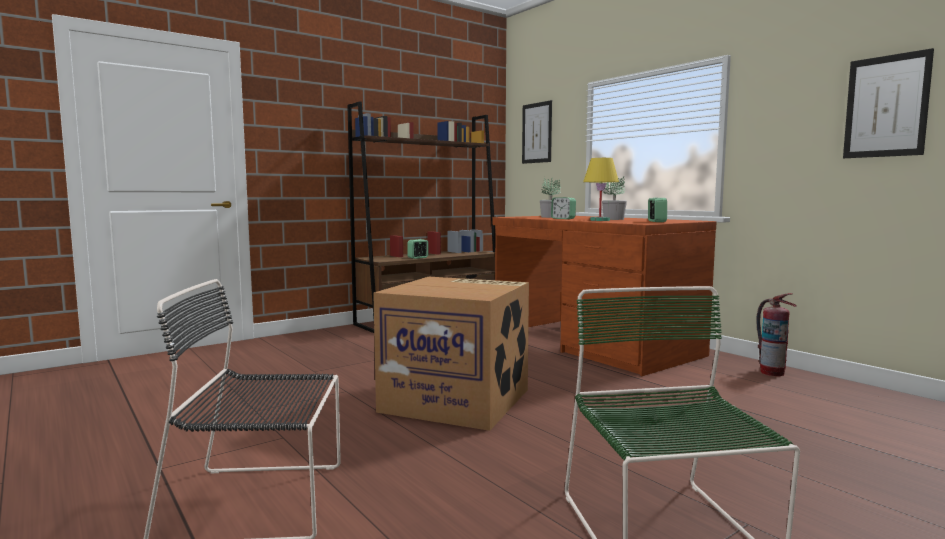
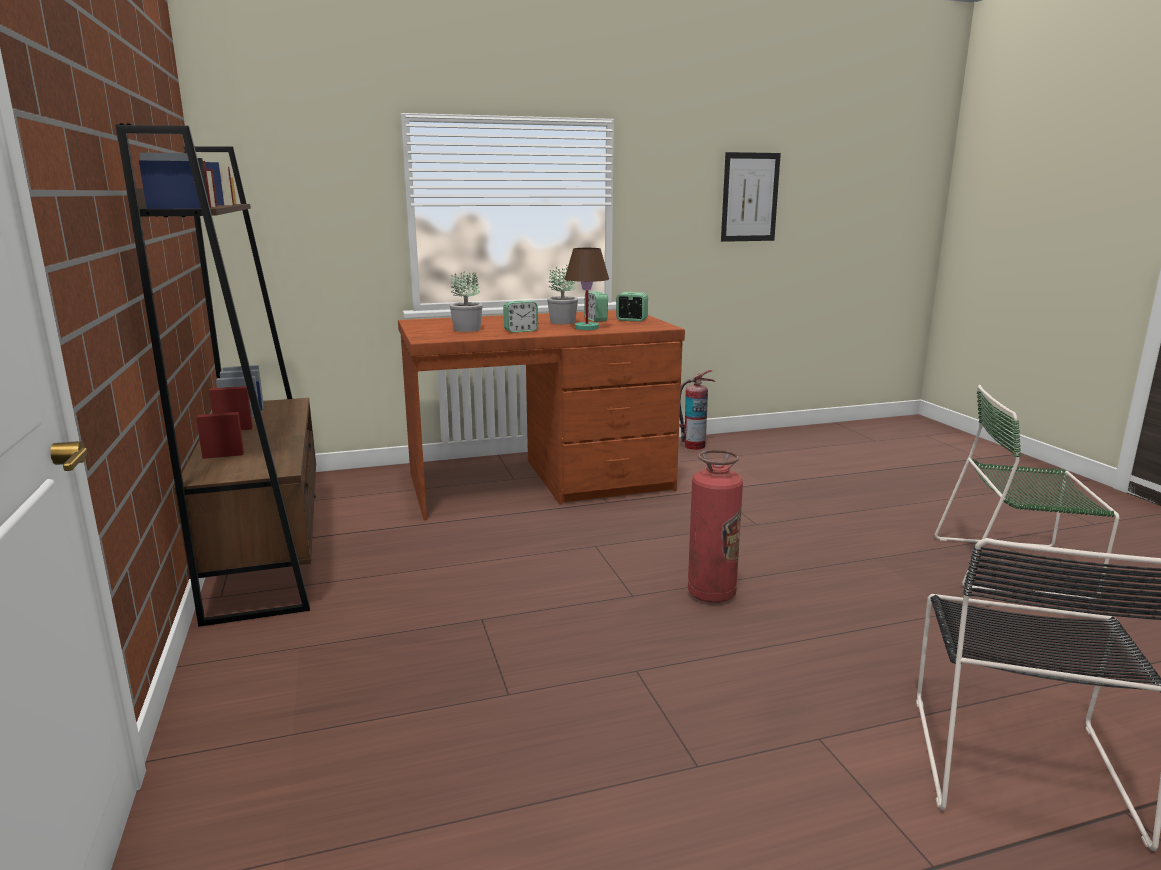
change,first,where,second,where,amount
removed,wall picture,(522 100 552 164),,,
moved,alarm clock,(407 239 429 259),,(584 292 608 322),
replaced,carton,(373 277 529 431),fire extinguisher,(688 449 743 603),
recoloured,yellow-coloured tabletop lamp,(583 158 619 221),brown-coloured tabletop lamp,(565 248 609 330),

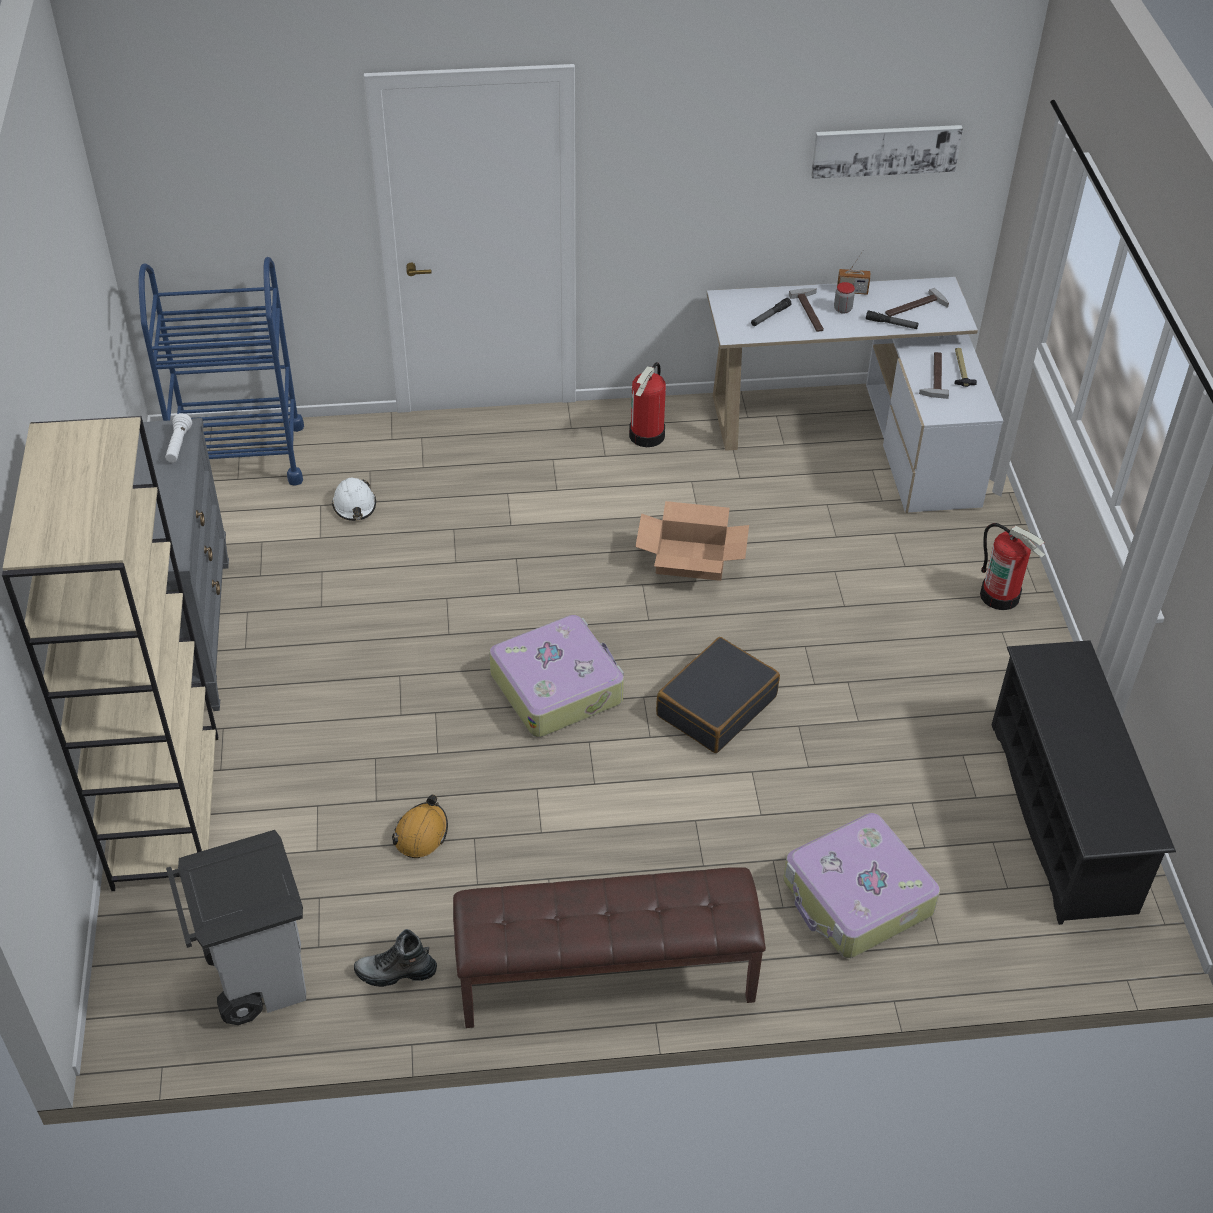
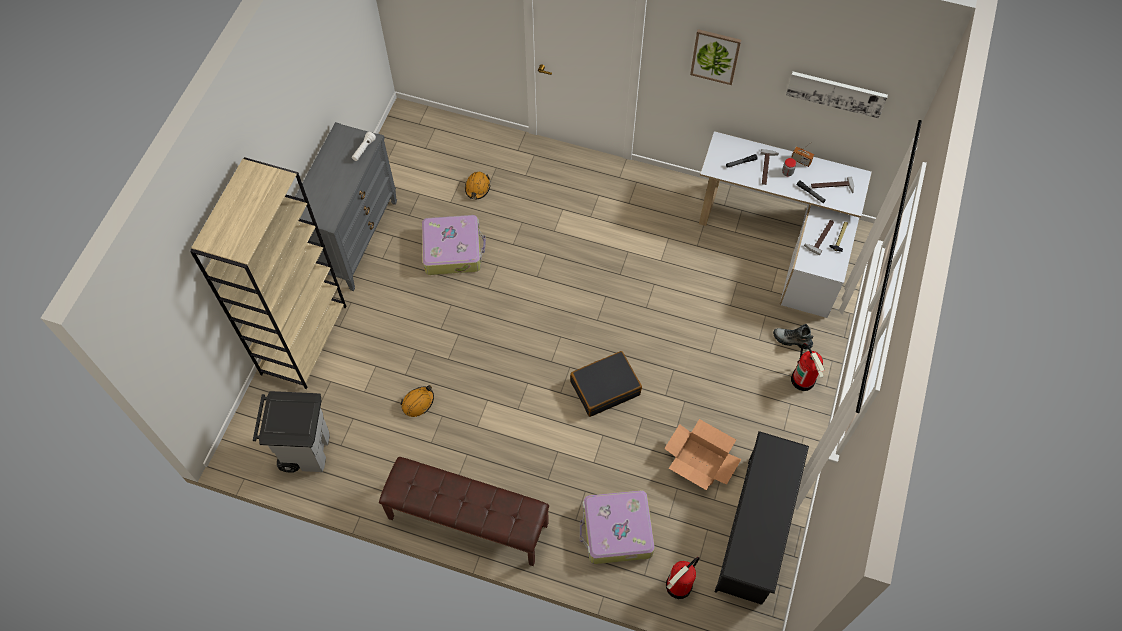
change,first,where,second,where,amount
removed,blue trolley,(139 257 304 486),,,
added,,,wall picture,(690 29 741 85),
moved,boot,(354 929 437 987),,(773 324 814 349),
moved,travel case,(489 615 624 737),,(422 215 486 275),
moved,fire extinguisher,(629 362 666 447),,(666 557 699 599),
moved,carton,(635 501 749 581),,(664 419 741 490),
recoloured,white work helmet,(332 478 376 521),orange-coloured work helmet,(465 172 490 199),

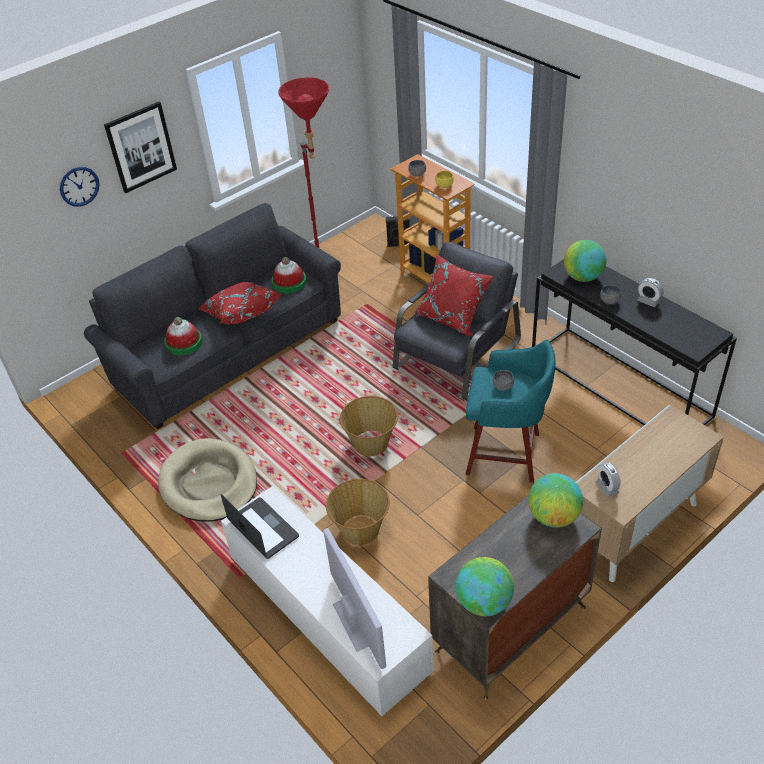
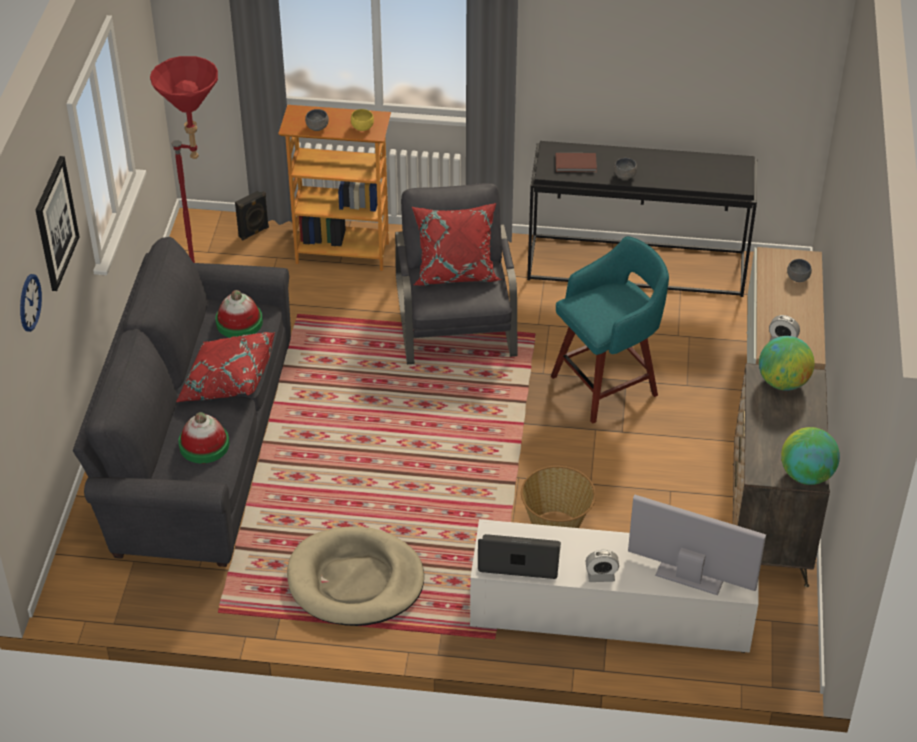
change,first,where,second,where,amount
removed,storage basket,(340 396 398 457),,,
moved,grey bowl,(493 370 514 391),,(787 259 812 282),
moved,alarm clock,(637 278 664 307),,(586 550 619 582),
replaced,world globe,(564 240 606 282),brown-coloured book,(556 153 597 172),

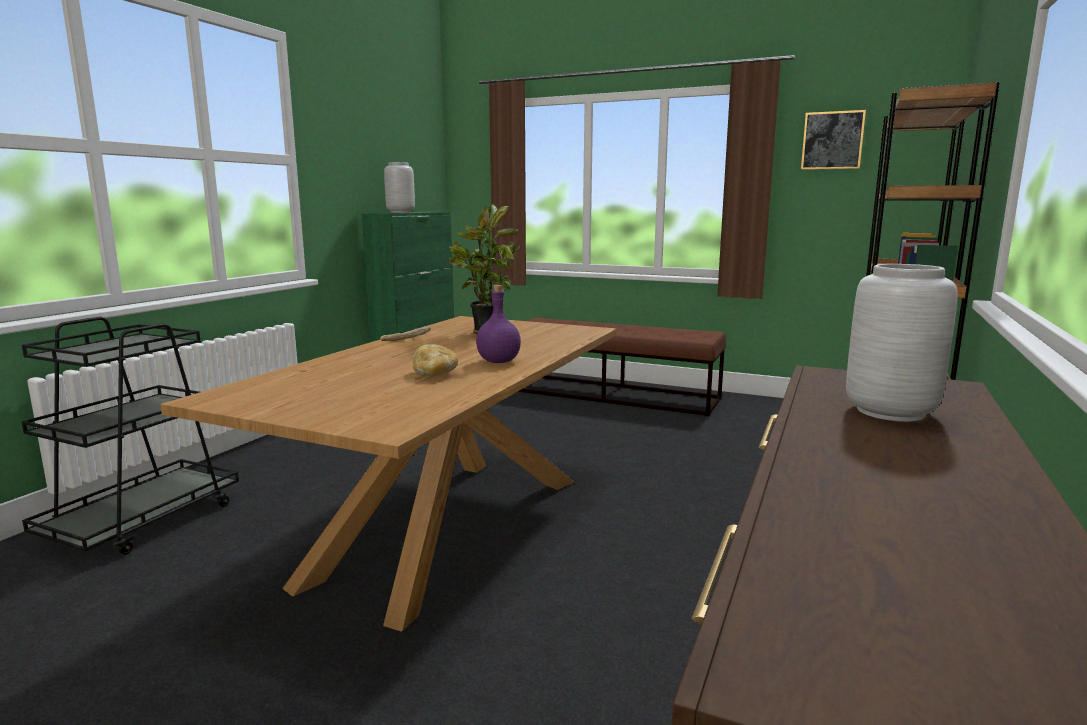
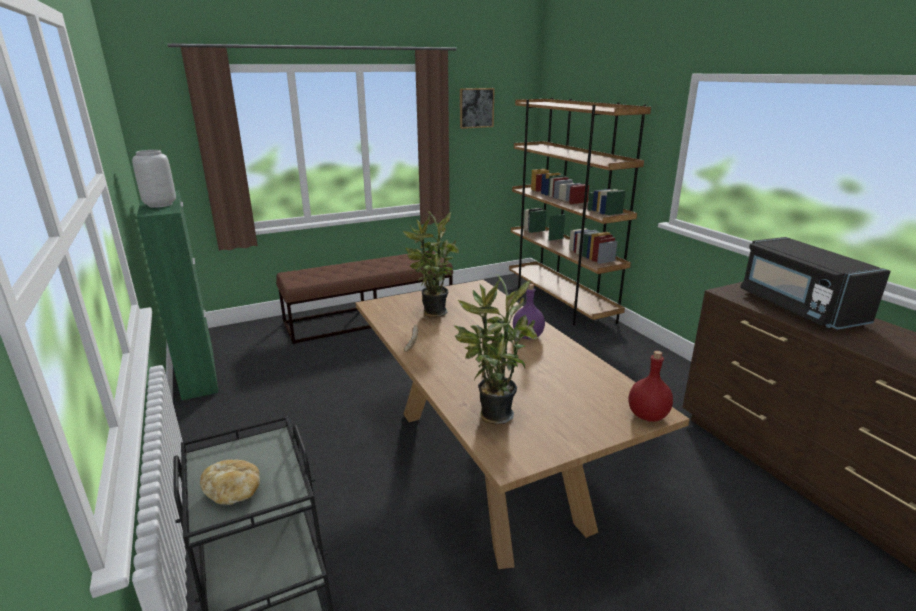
change,first,where,second,where,amount
added,,,plant in a pot,(454 275 537 424),
added,,,reddish bottle,(628 351 673 422),
moved,bread,(412 344 458 376),,(200 460 260 505),
replaced,grey decorative vase,(846 264 958 422),blackish microwave,(740 237 891 330),

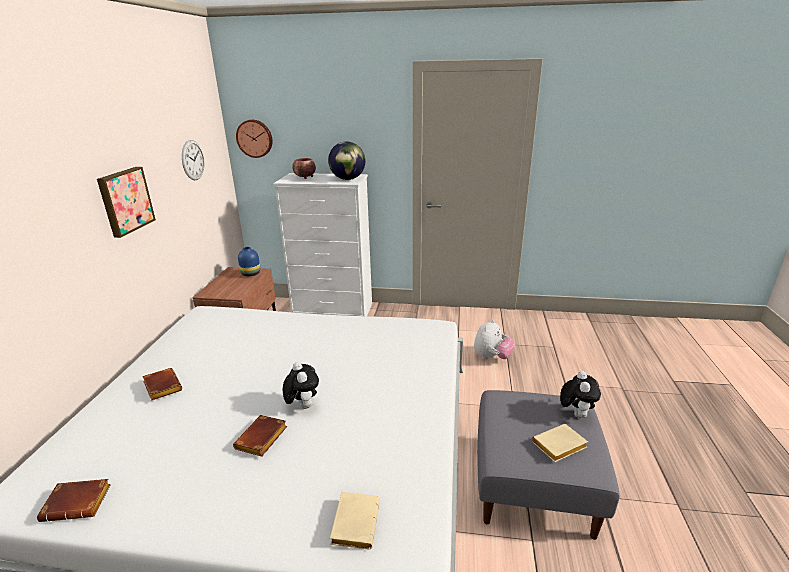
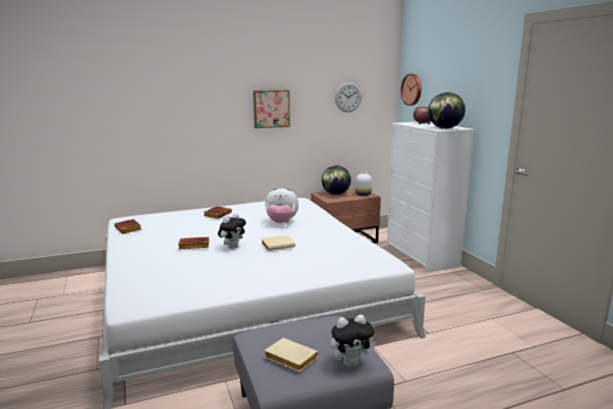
change,first,where,second,where,amount
added,,,world globe,(322 165 351 195),
moved,beige book,(330 492 380 550),,(262 235 295 251),
moved,plush toy,(474 320 515 360),,(265 187 299 223),
recoloured,blue decorative vase,(238 247 260 276),white decorative vase,(355 172 372 196),

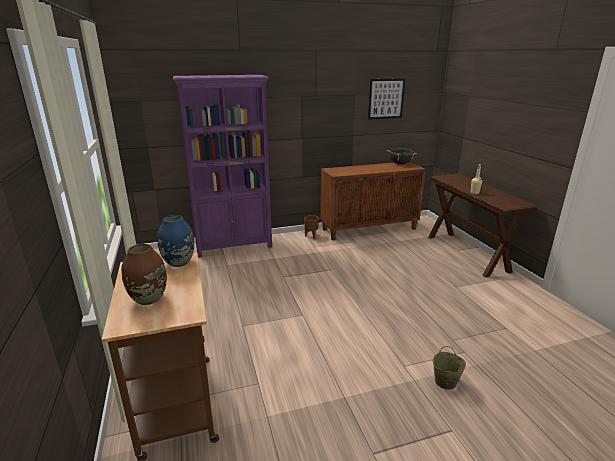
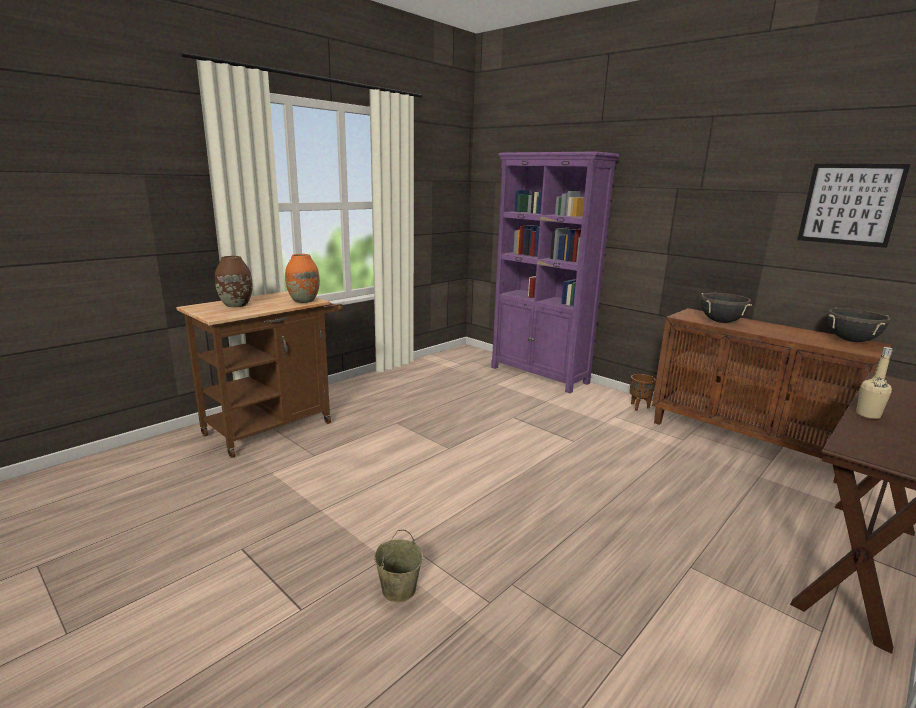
change,first,where,second,where,amount
added,,,blackish stockpot,(701 293 752 323),
recoloured,blue decorative vase,(157 215 194 267),orange-coloured decorative vase,(285 254 320 303),

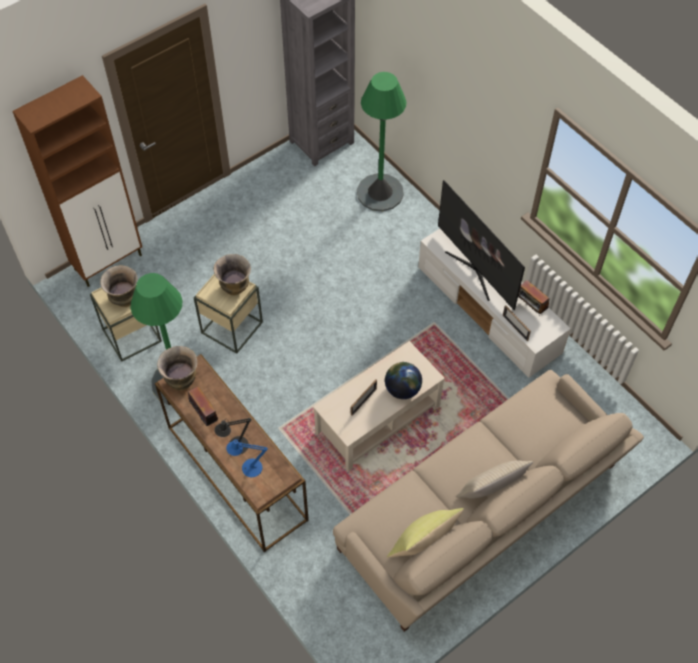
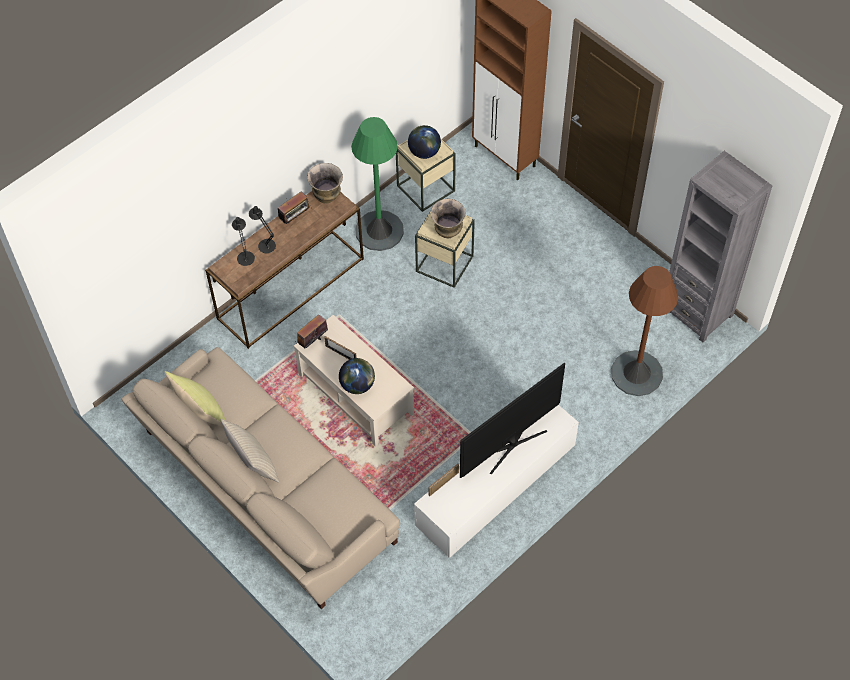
change,first,where,second,where,amount
moved,radio set,(518 280 549 316),,(296 315 328 348),
replaced,decorative vase,(100 265 137 307),world globe,(408 125 441 159),
recoloured,blue tabletop lamp,(226 439 268 477),blackish tabletop lamp,(232 217 255 266),
recoloured,green-coloured floor lamp,(357 72 406 211),brown-coloured floor lamp,(611 266 678 396),

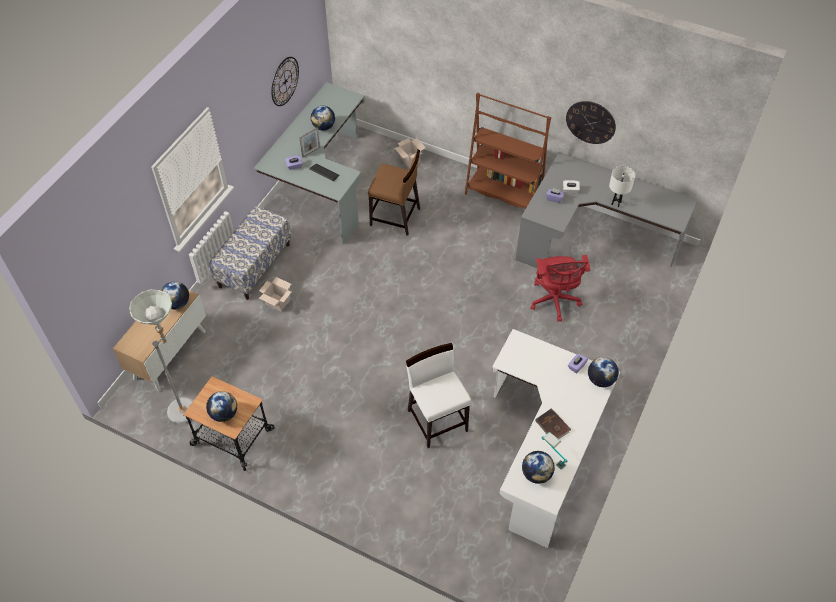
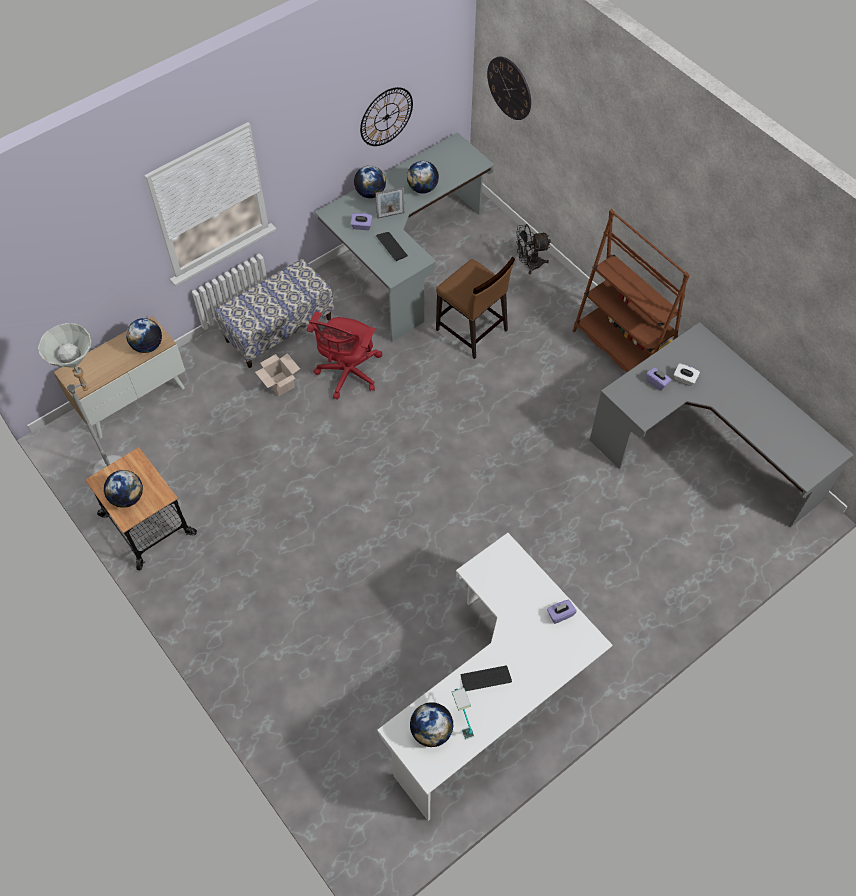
change,first,where,second,where,amount
removed,white upright chair,(406 343 471 448),,,
removed,white tabletop lamp,(609 166 635 207),,,
moved,reddish desk chair,(531 255 590 322),,(307 312 382 400),
moved,wall clock,(566 101 616 144),,(487 57 531 120),
moved,world globe,(588 357 619 387),,(354 165 386 198),
replaced,carton,(394 138 426 168),blackish electric fan,(516 224 551 274),
replaced,brown-coloured book,(535 408 571 439),keyboard,(461 666 512 691),

